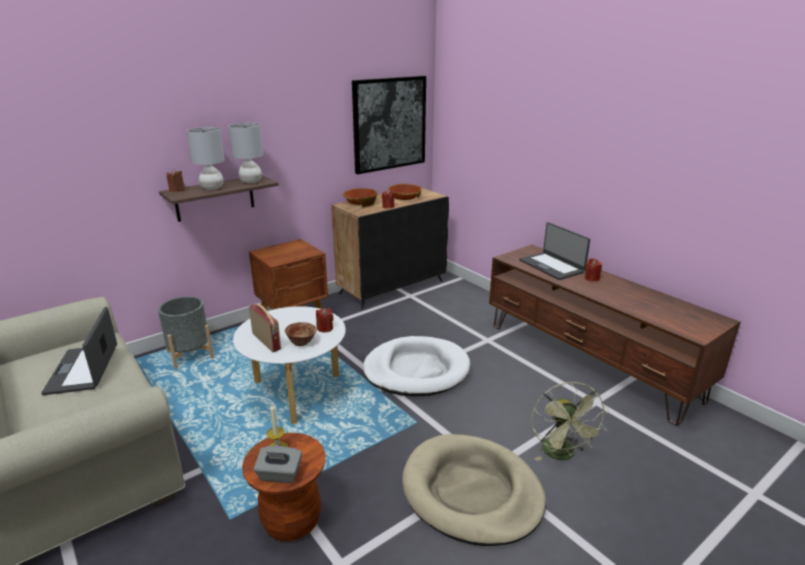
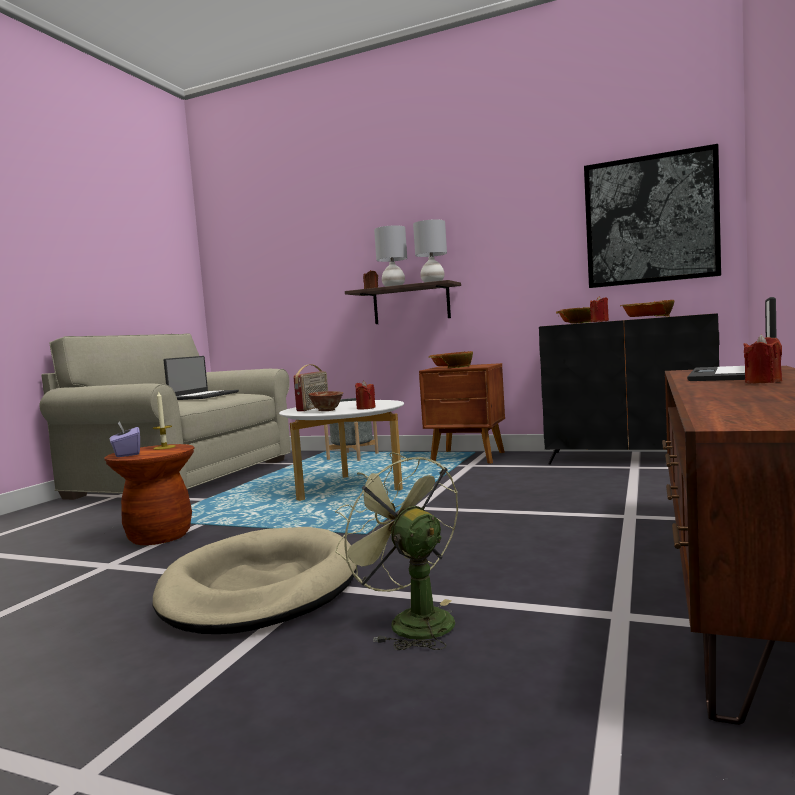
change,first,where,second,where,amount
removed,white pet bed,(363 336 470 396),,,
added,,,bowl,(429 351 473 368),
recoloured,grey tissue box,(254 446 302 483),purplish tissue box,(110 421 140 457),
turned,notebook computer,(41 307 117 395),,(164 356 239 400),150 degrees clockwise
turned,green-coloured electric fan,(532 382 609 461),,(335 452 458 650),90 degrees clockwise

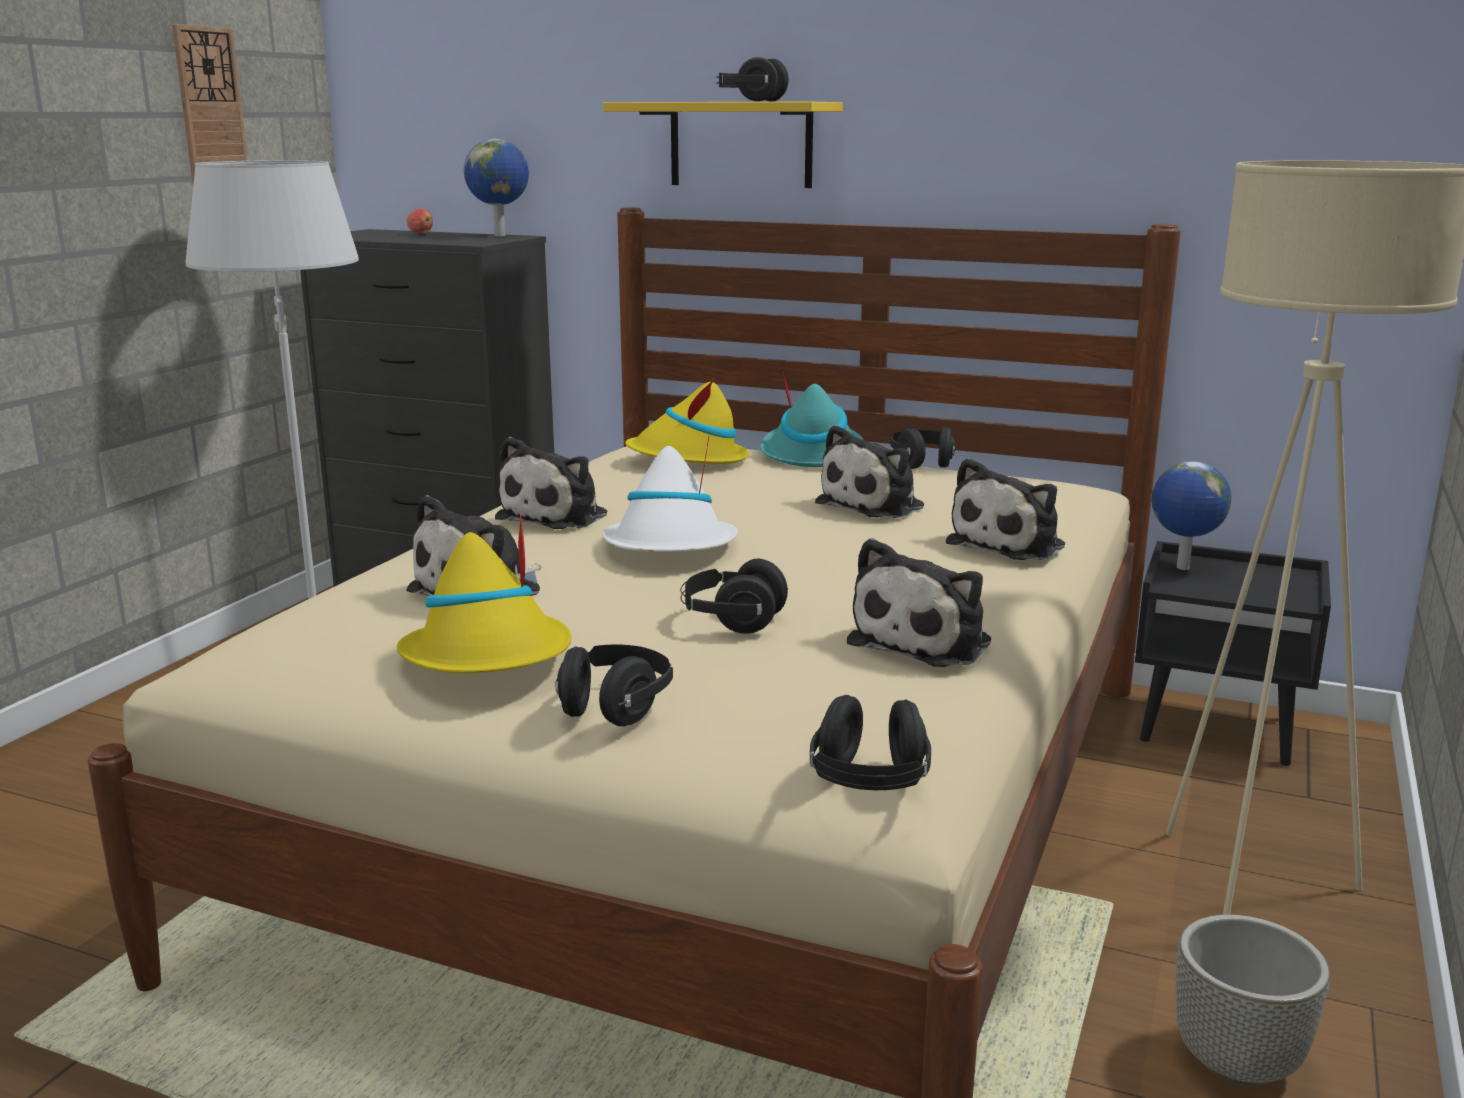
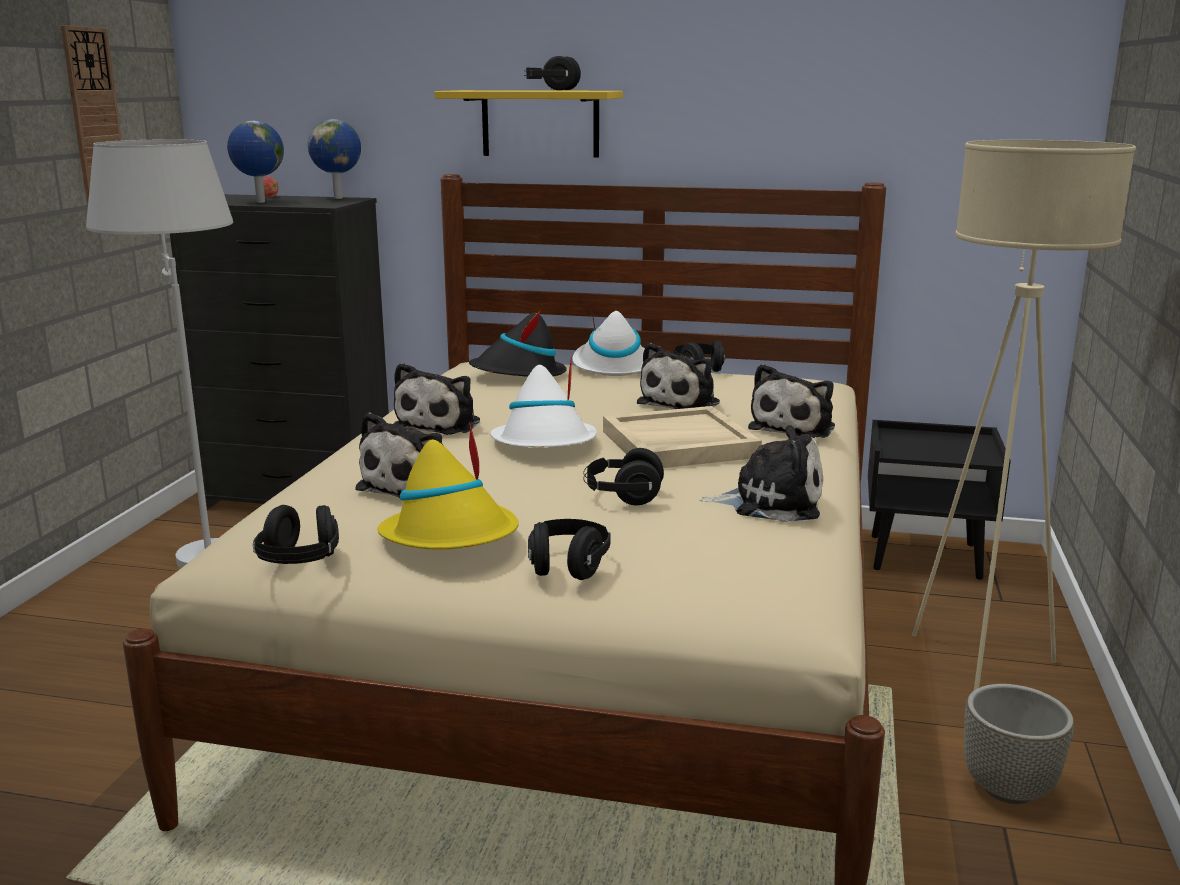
change,first,where,second,where,amount
added,,,beige tray,(603 406 762 468),
moved,blackish pair of headphones,(810 695 931 790),,(253 505 339 564),
moved,world globe,(1151 461 1231 570),,(227 121 284 203),
recoloured,yellow-coloured clothing hat,(625 379 749 464),blackish clothing hat,(469 310 567 377),
recoloured,turquoise-coloured clothing hat,(760 374 864 467),white clothing hat,(573 303 645 376),
turned,plush toy,(847 538 991 667),,(699 425 823 522),105 degrees counterclockwise

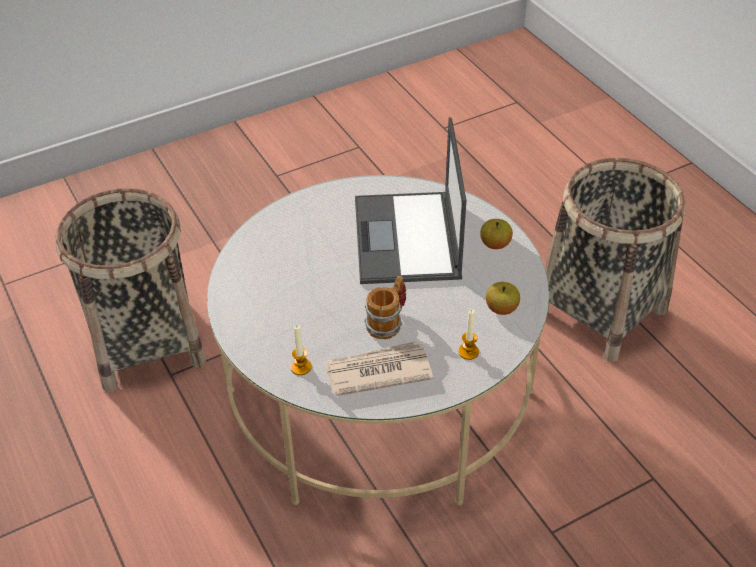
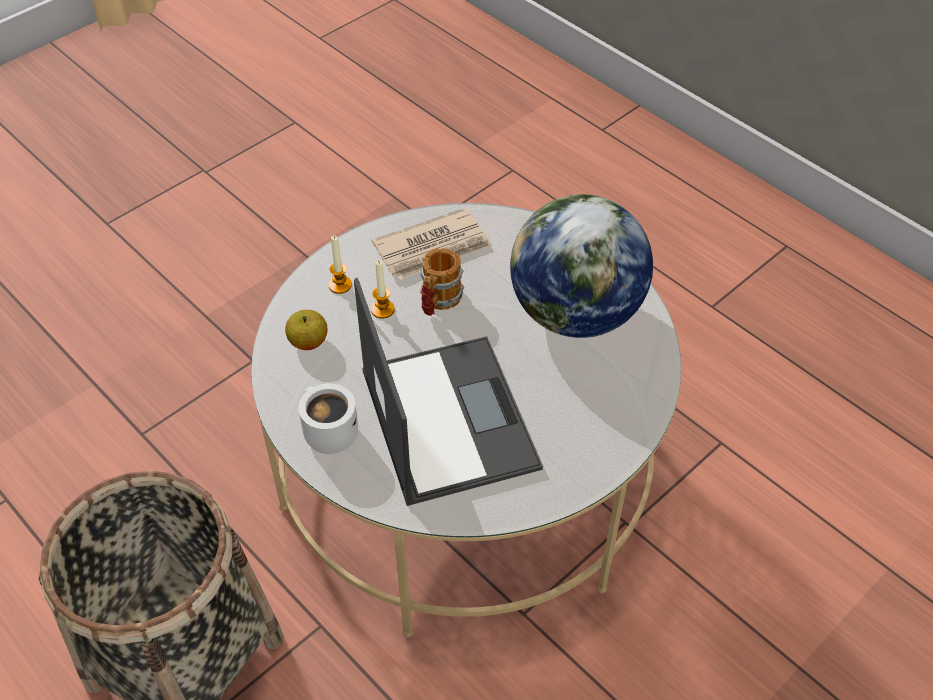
change,first,where,second,where,amount
removed,storage basket,(56 188 206 392),,,
added,,,world globe,(510 194 653 338),
moved,candle,(291 325 312 375),,(371 260 395 319),
replaced,apple,(480 219 513 249),white tea mug,(298 384 358 454),

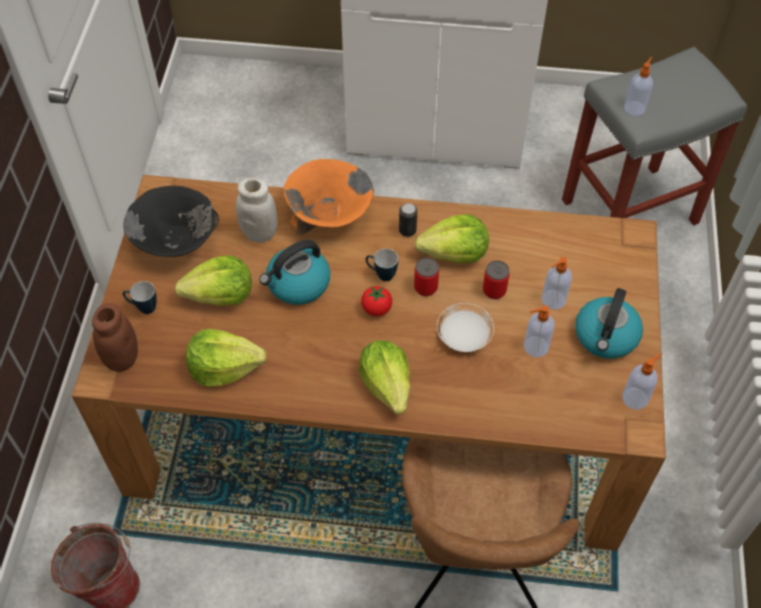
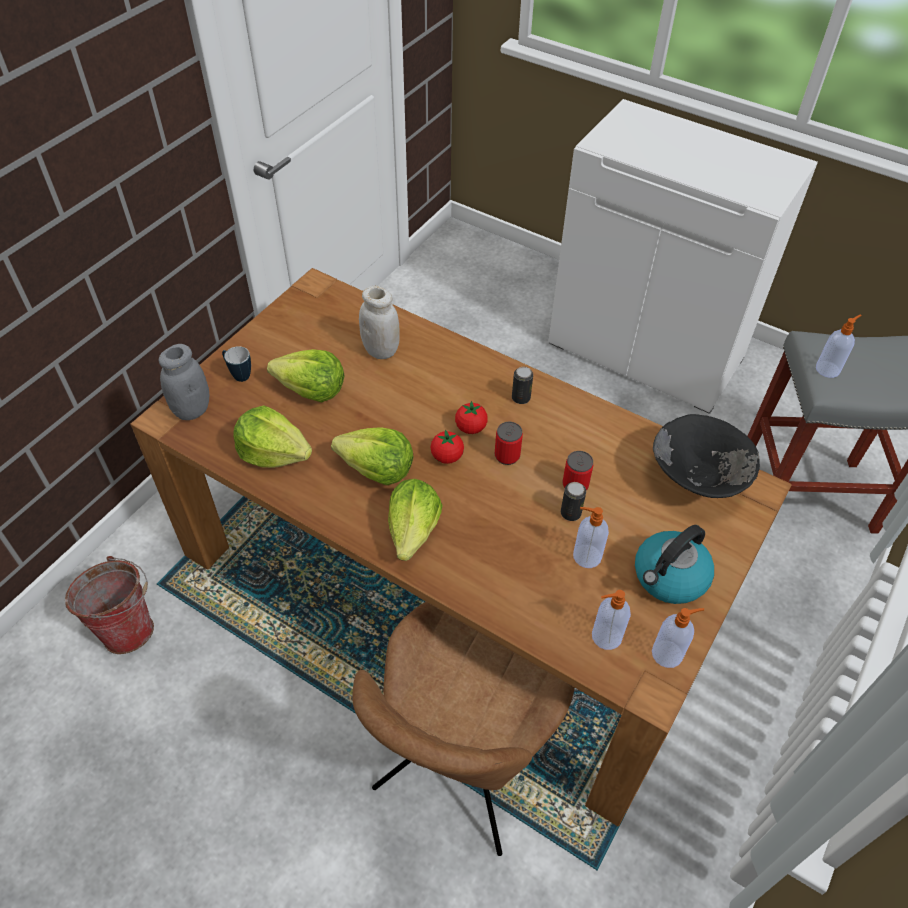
change,first,where,second,where,amount
removed,tea kettle,(259 240 330 305),,,
removed,orange-coloured bowl,(283 159 374 235),,,
removed,white flat dish,(437 303 494 352),,,
added,,,can,(561 482 586 521),
moved,blackish bowl,(123 186 219 257),,(653 414 760 498),
moved,lettuce,(415 214 489 263),,(331 427 414 485),
moved,soap dispenser,(542 257 572 310),,(592 590 631 650),
replaced,tea mug,(366 249 398 281),tomato,(455 401 488 434),
recoloured,brown-coloured preserve jar,(92 303 138 372),grey preserve jar,(159 344 209 420),

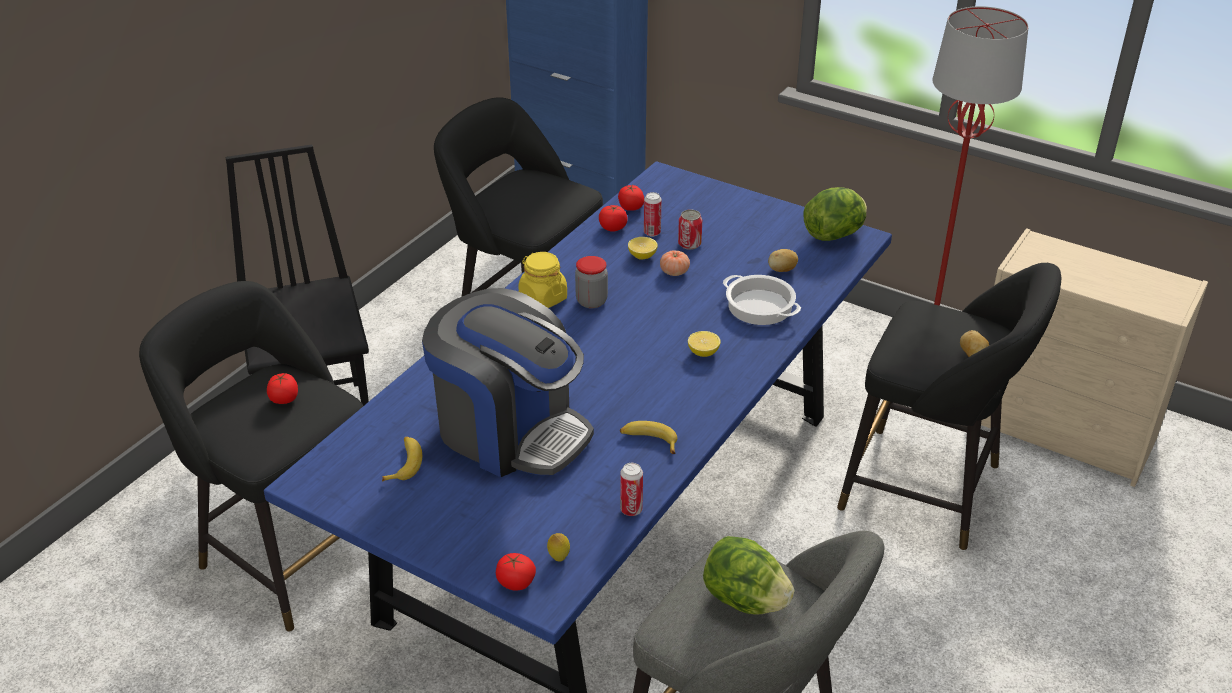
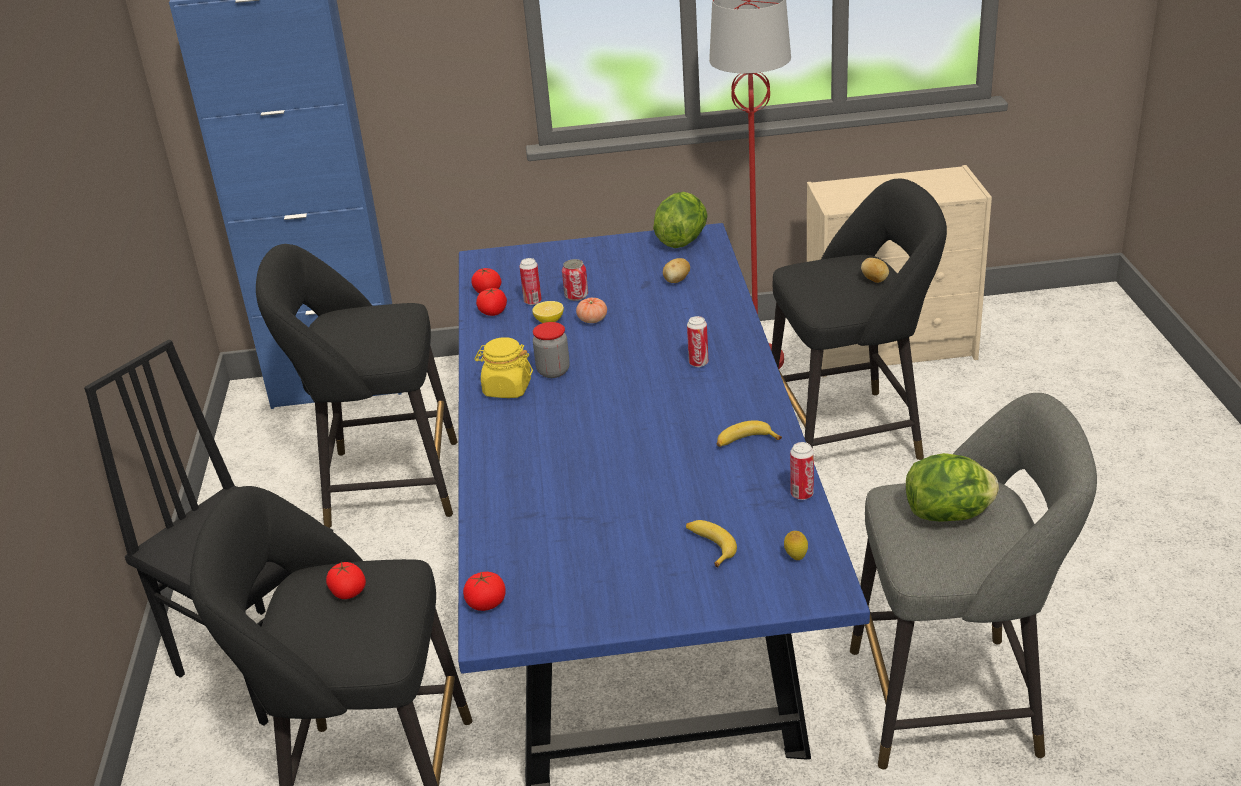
change,first,where,second,where,amount
removed,coffee brewer,(422 288 594 477),,,
removed,stockpot,(723 275 801 325),,,
moved,banana,(382 437 422 482),,(686 520 737 568),
moved,tomato,(496 553 536 591),,(463 572 506 611),
replaced,citrus fruit,(688 331 721 357),can,(687 316 708 367),

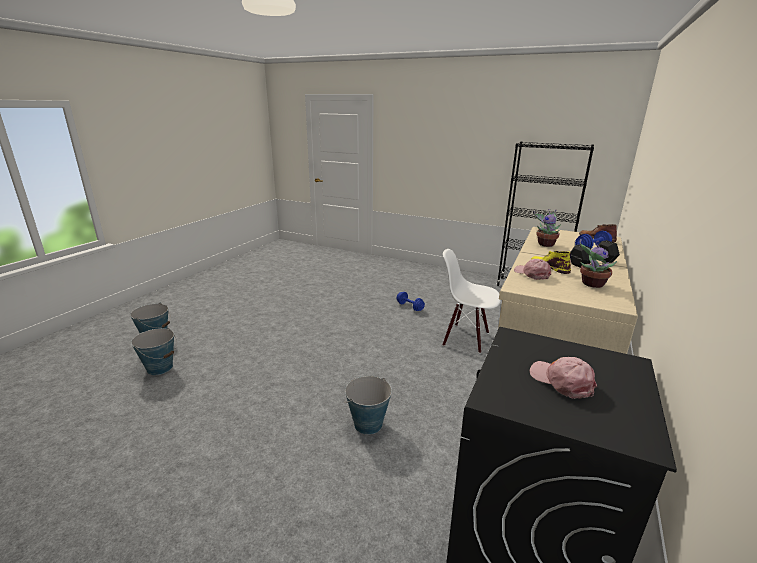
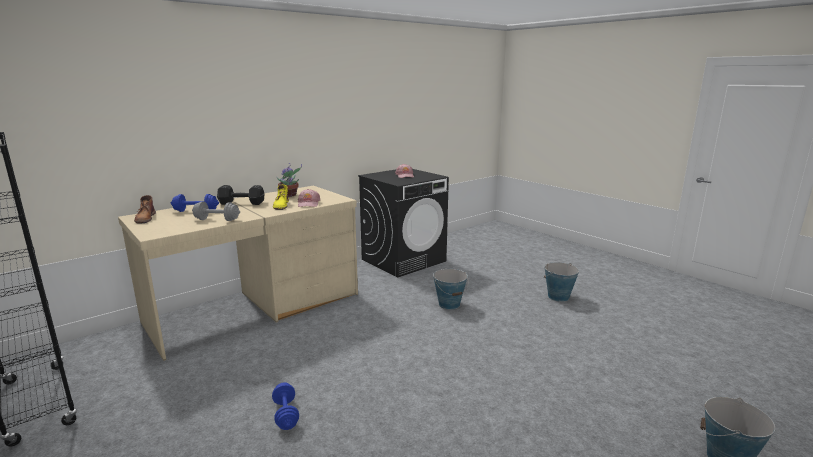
change,first,where,second,where,amount
removed,white upright chair,(442 249 501 354),,,
moved,pail,(131 328 177 375),,(543 262 579 302),
replaced,plant in a pot,(533 209 561 247),grey dumbbell,(192 202 240 221),

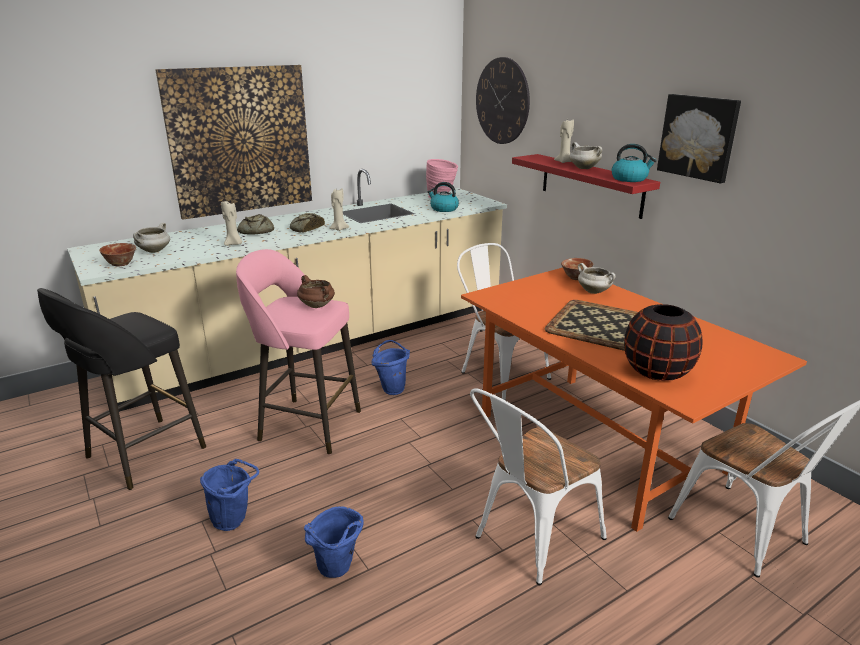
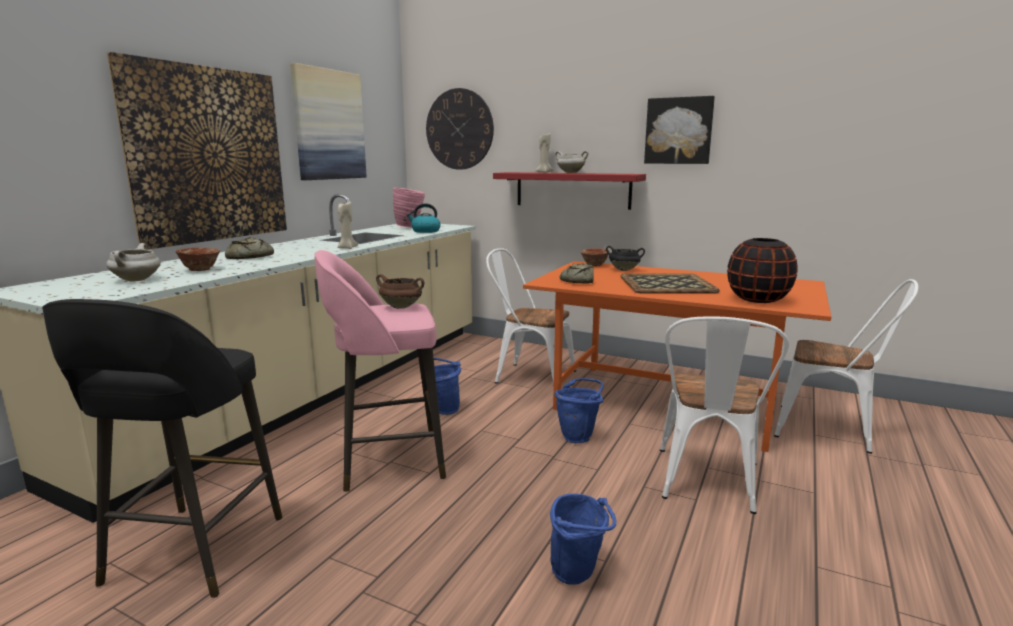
change,first,where,second,where,amount
removed,beige candle,(221 201 242 245),,,
removed,tea kettle,(612 144 657 182),,,
added,,,wall picture,(290 63 367 180),
moved,bowl,(99 243 136 266),,(175 247 220 271),
moved,blue pail,(200 459 259 531),,(554 378 603 443),
moved,bread,(290 213 325 233),,(560 263 594 284),
recoloured,white stockpot,(578 263 615 294),blackish stockpot,(606 246 645 271),

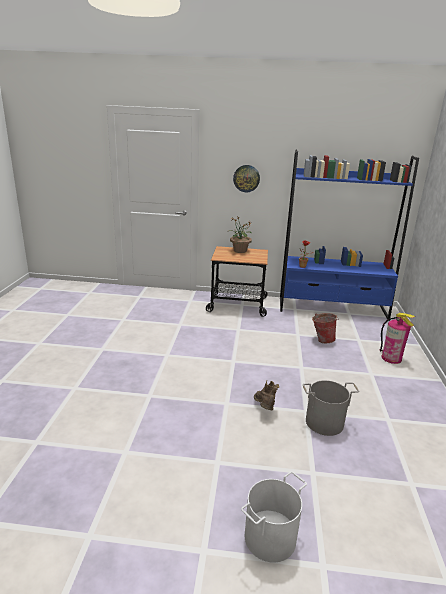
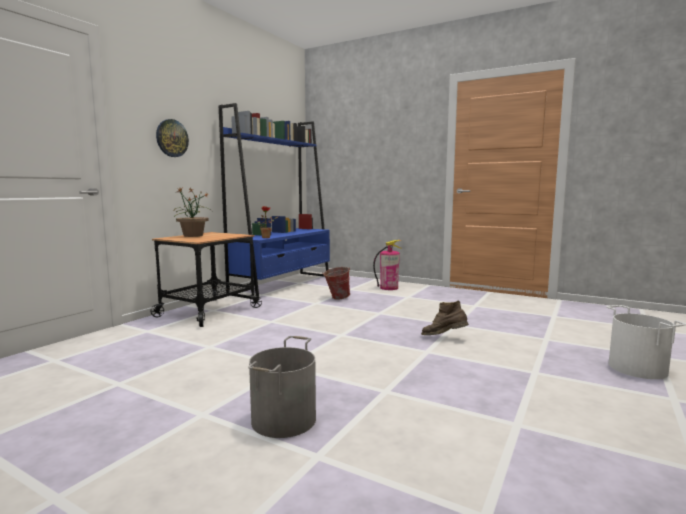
change,first,where,second,where,amount
moved,grey pail,(303 380 359 436),,(248 336 316 438),

